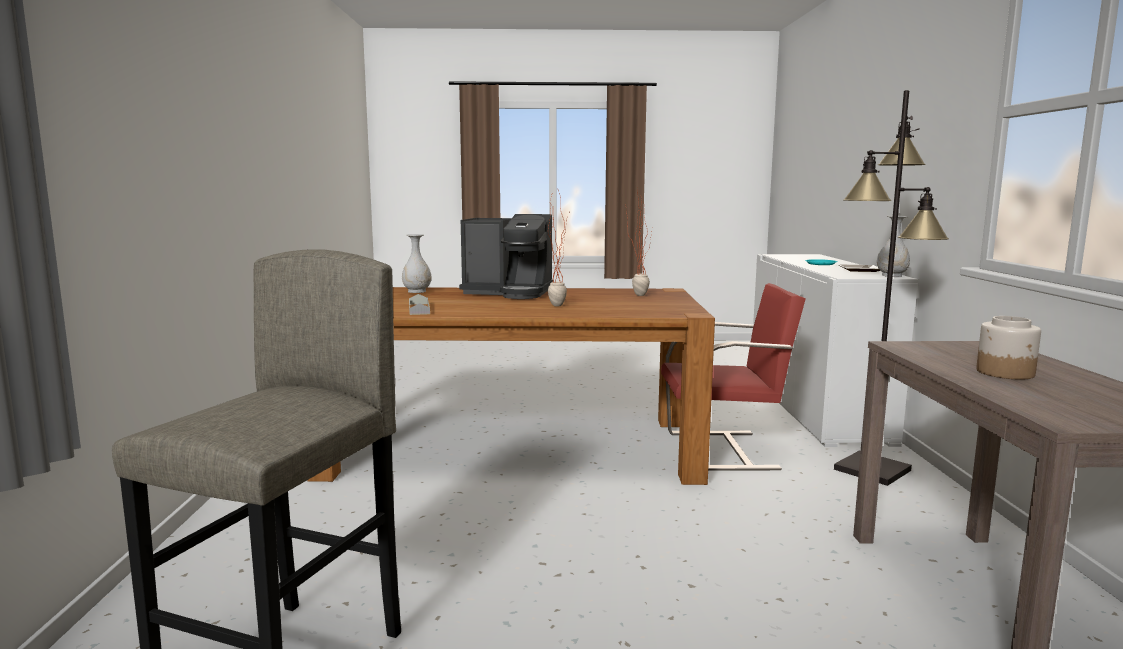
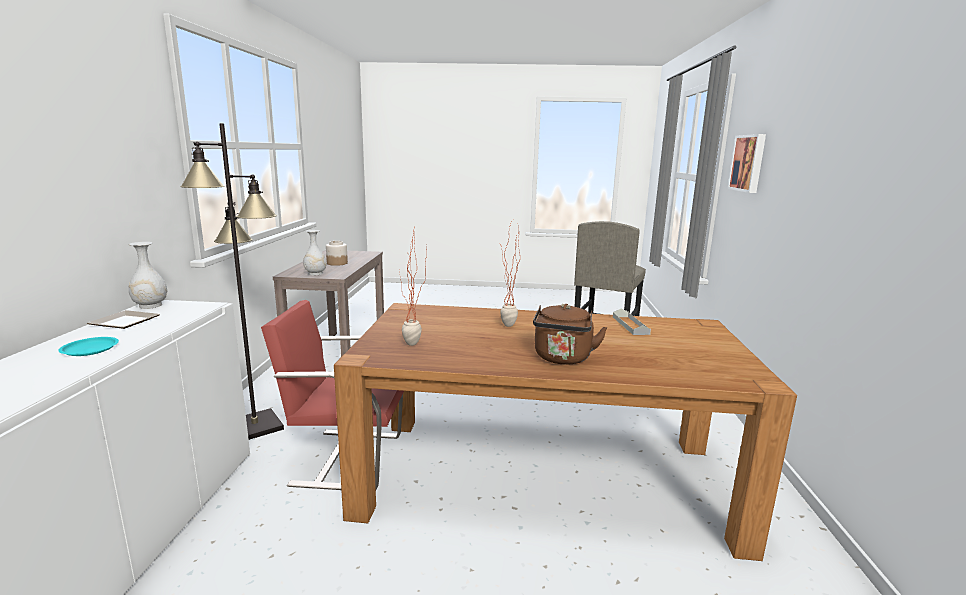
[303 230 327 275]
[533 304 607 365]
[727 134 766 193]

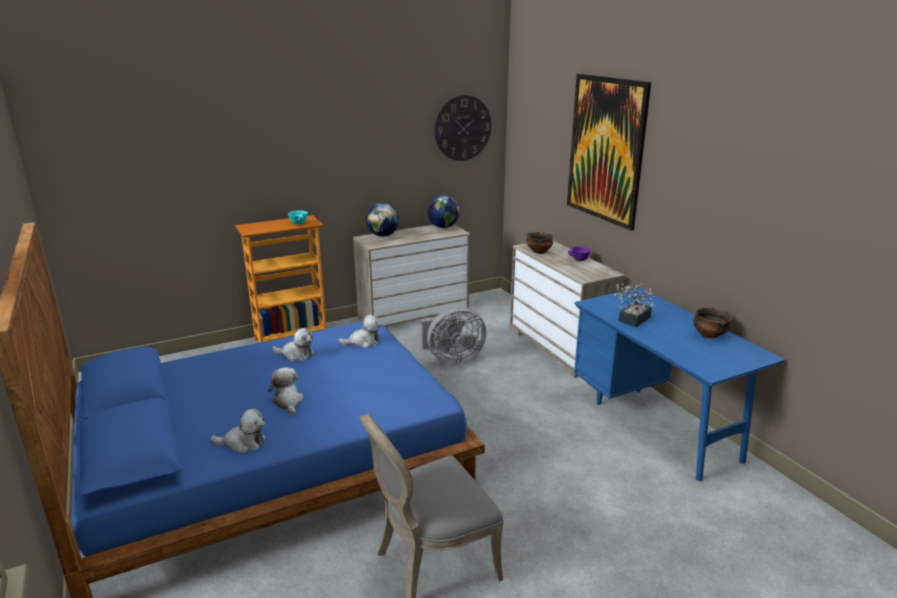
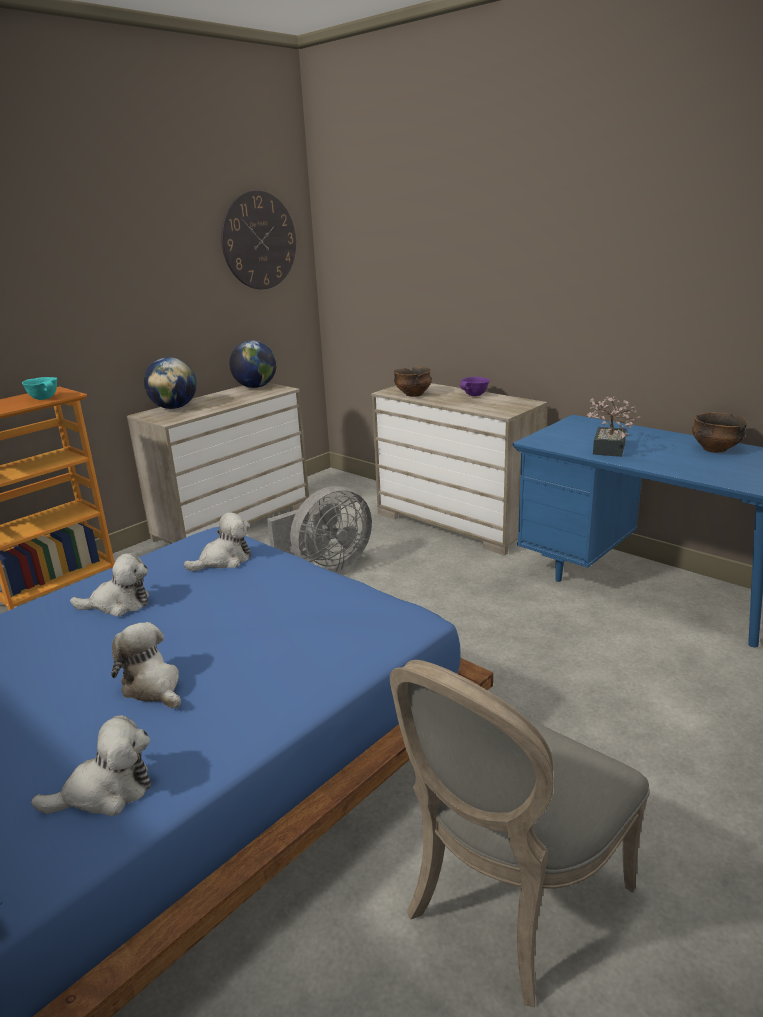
[567 74 651 231] (first image)

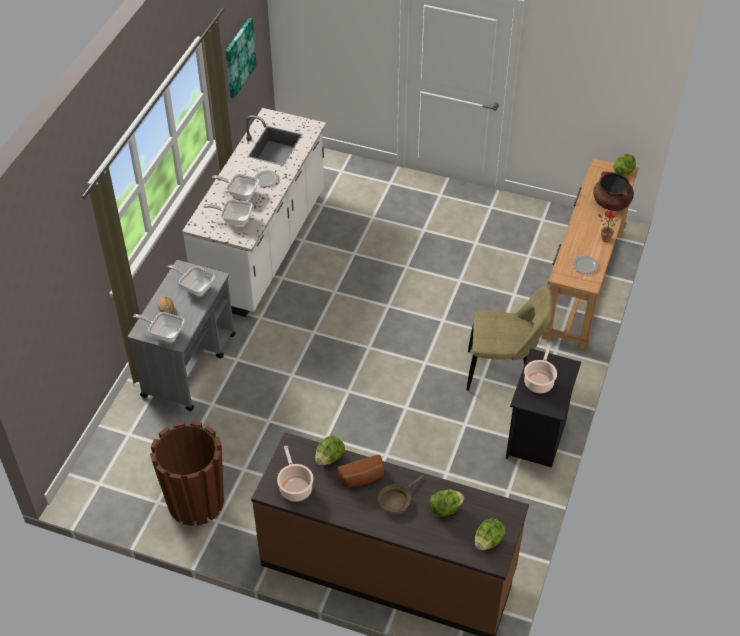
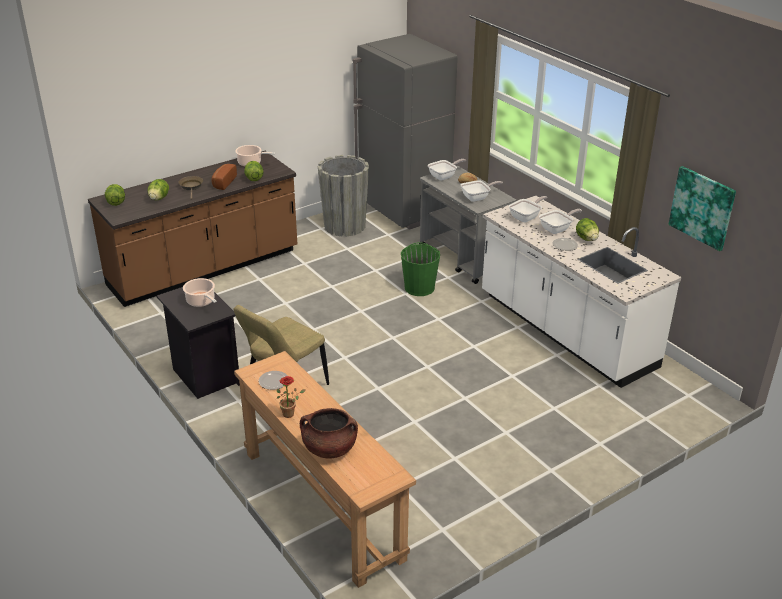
[318 155 369 237]
[576 218 599 241]
[353 34 458 230]
[401 242 440 296]

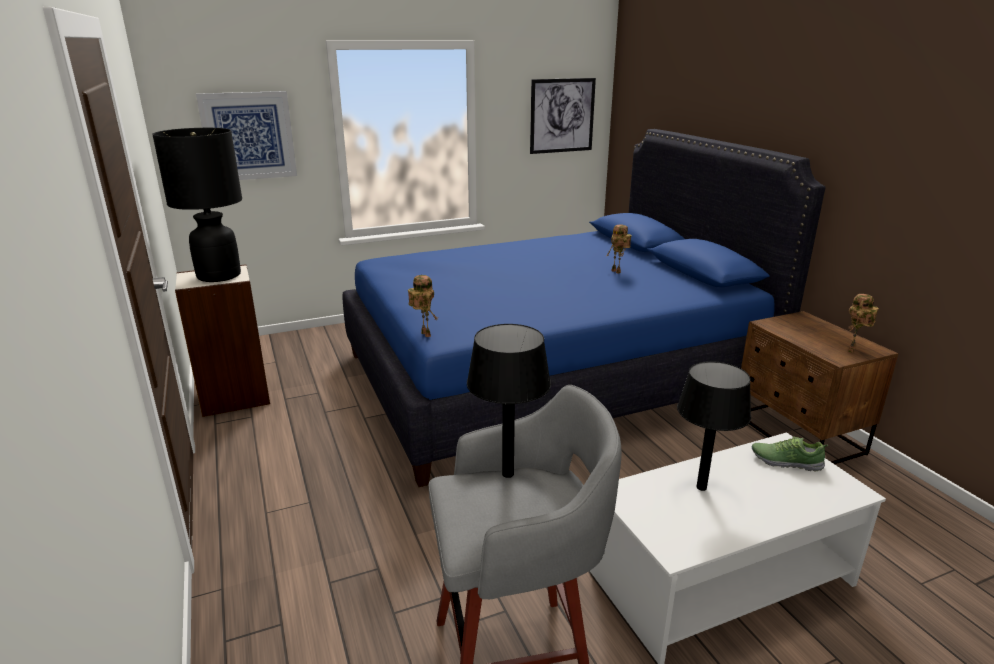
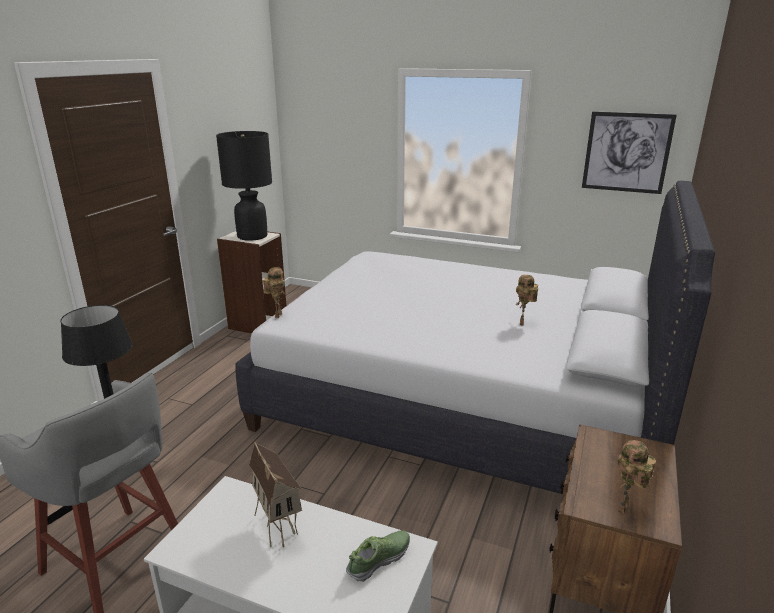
[196 91 297 180] (first image)
[235 181 715 494]
[249 442 302 547]
[346 530 410 582]
[617 440 656 514]

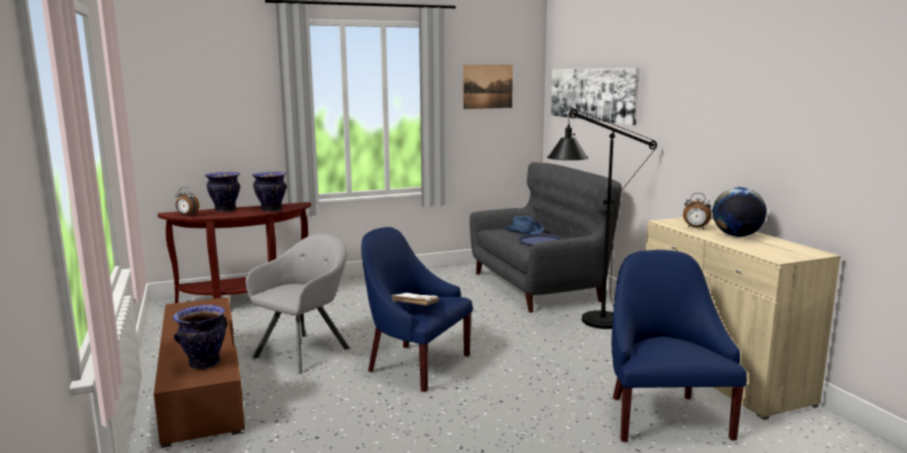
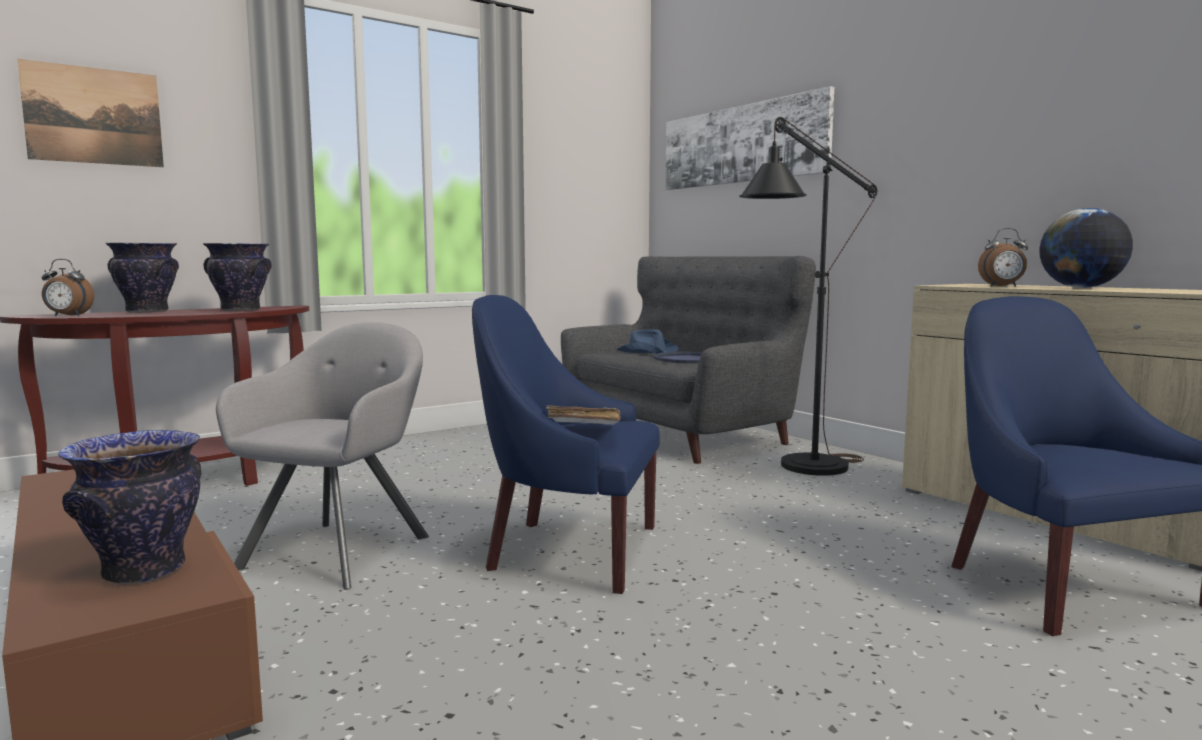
[17 59 164 167]

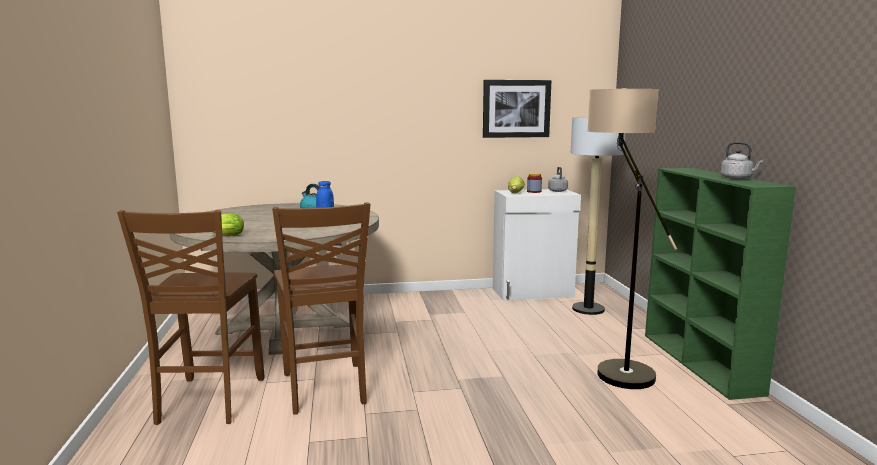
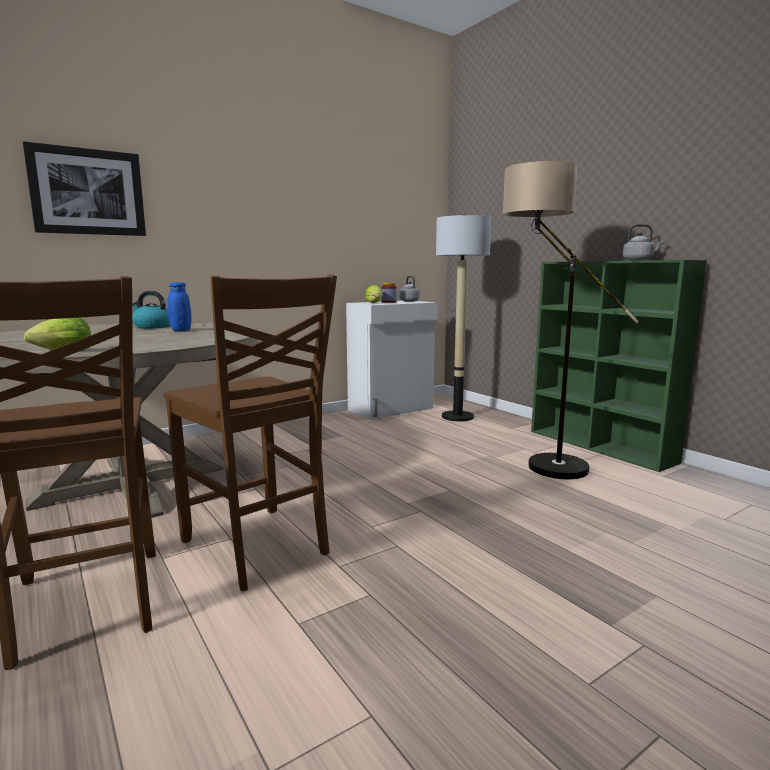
[23 141 146 236]

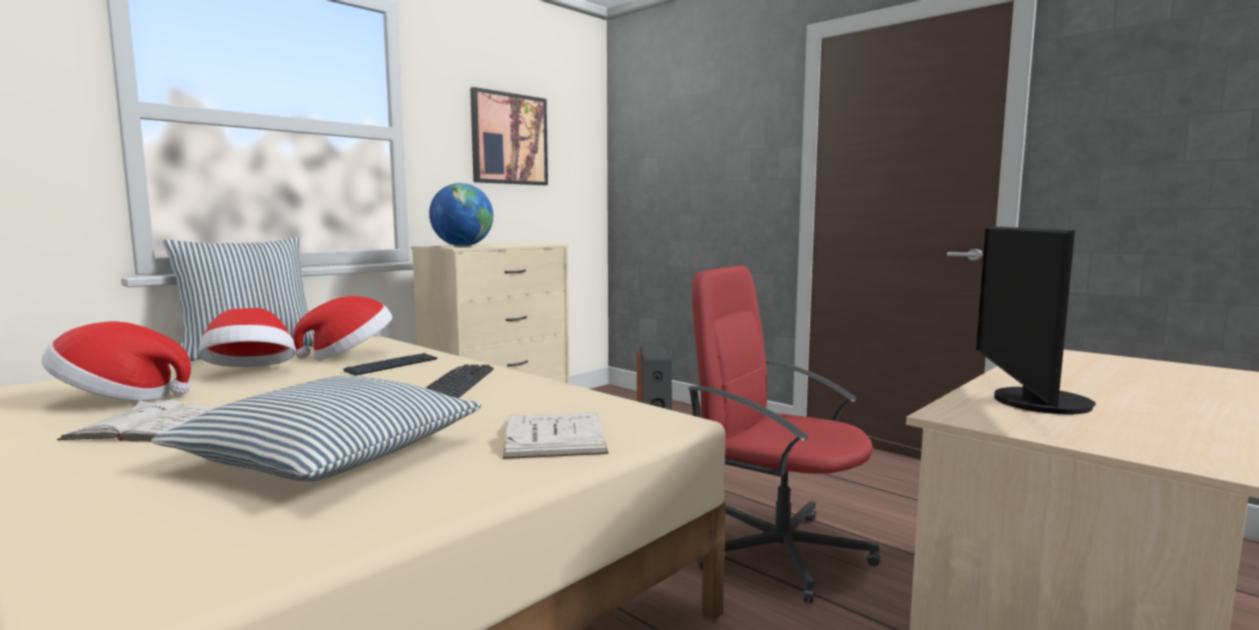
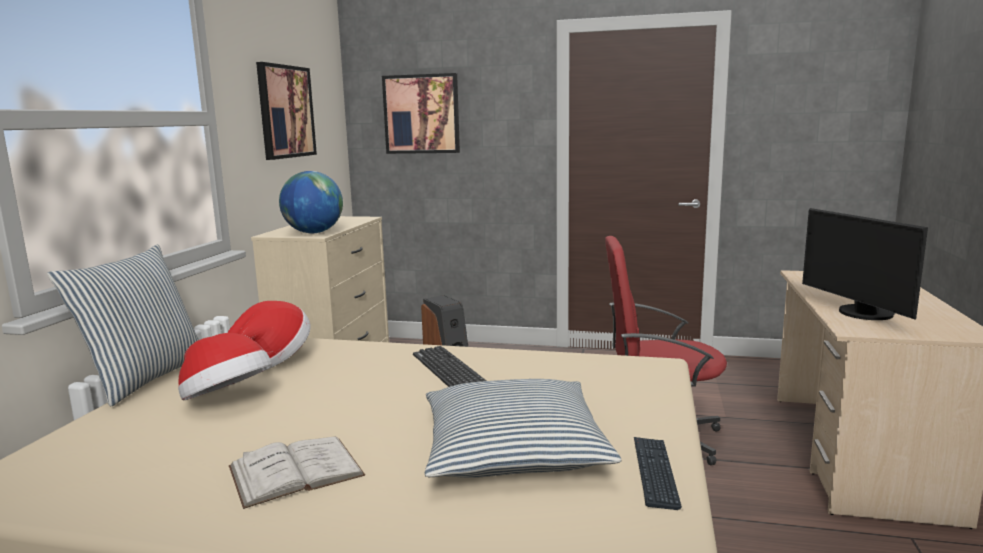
[42 321 191 401] (first image)
[634 437 682 510]
[503 412 608 459] (first image)
[382 73 460 154]

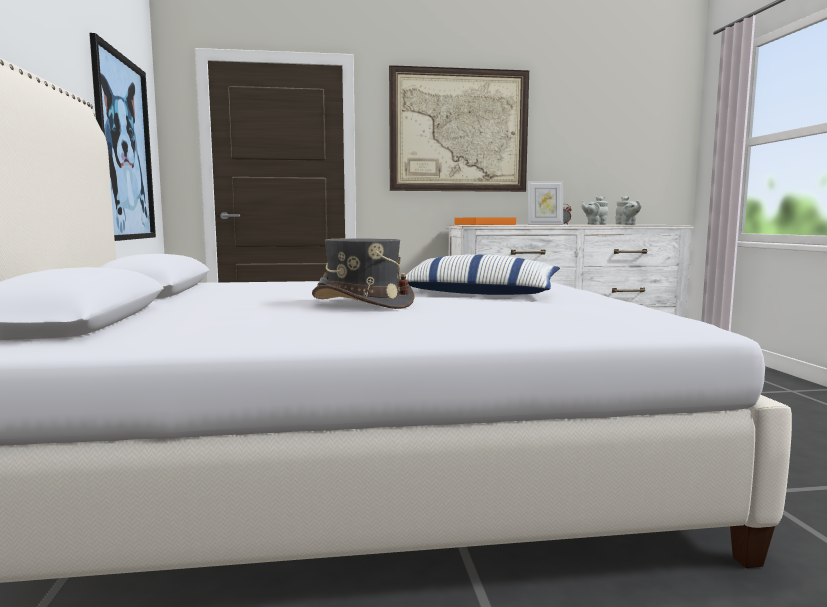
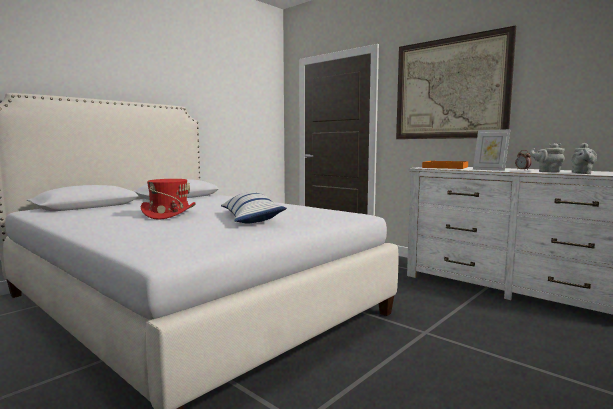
[89 33 156 241] (first image)
[141 179 195 220]

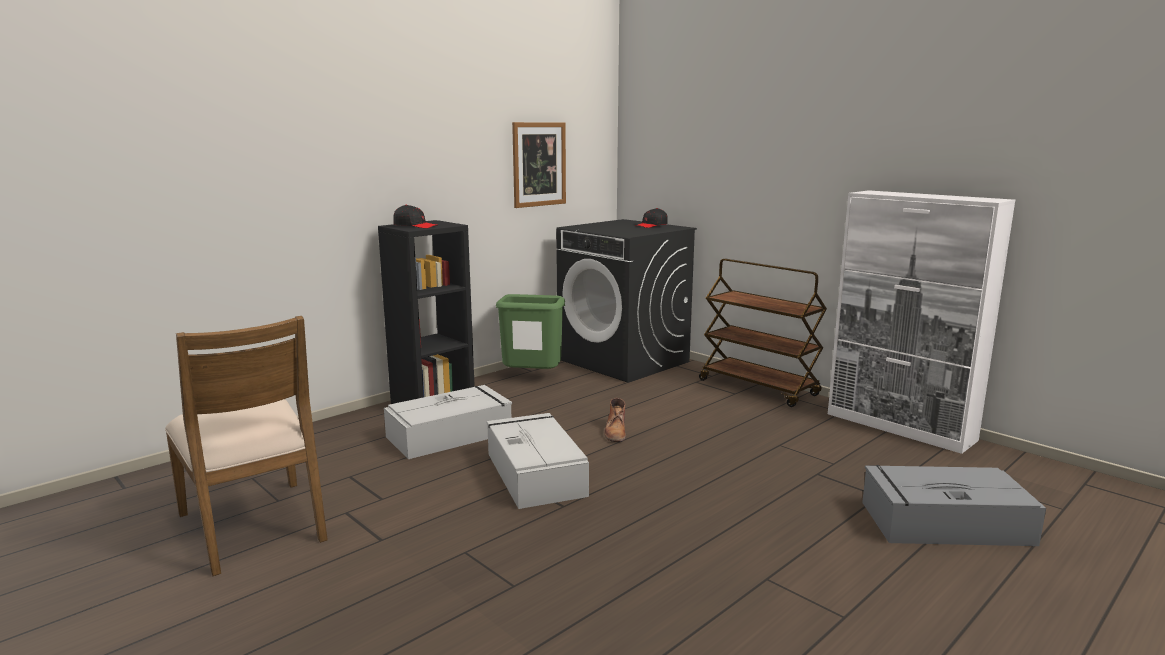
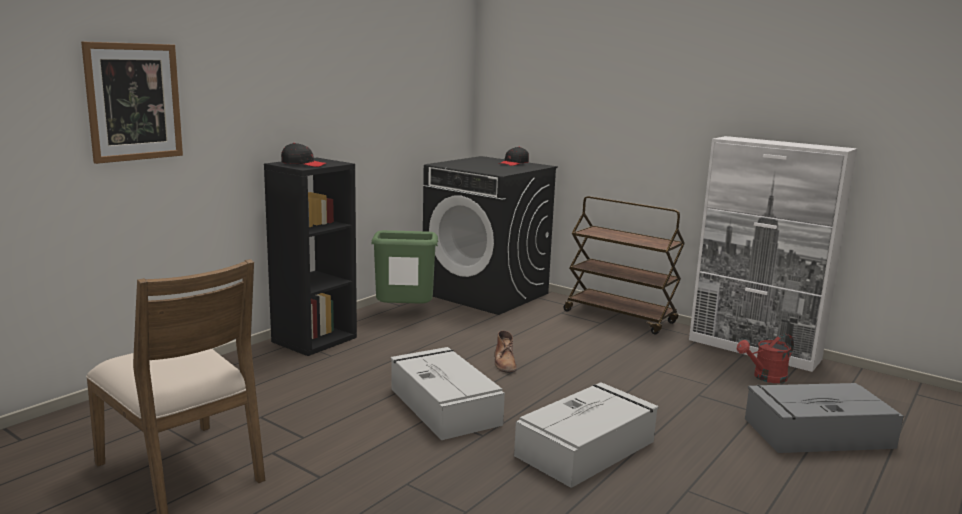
[514 382 659 488]
[81 41 183 164]
[737 334 794 383]

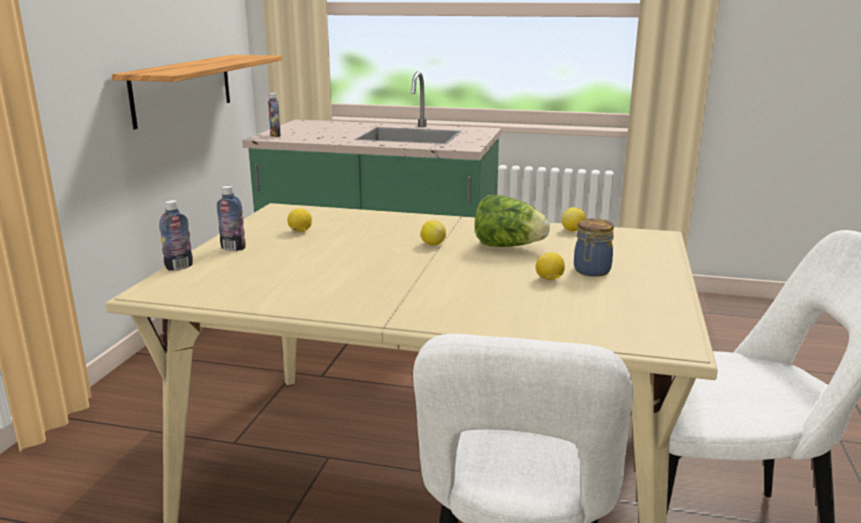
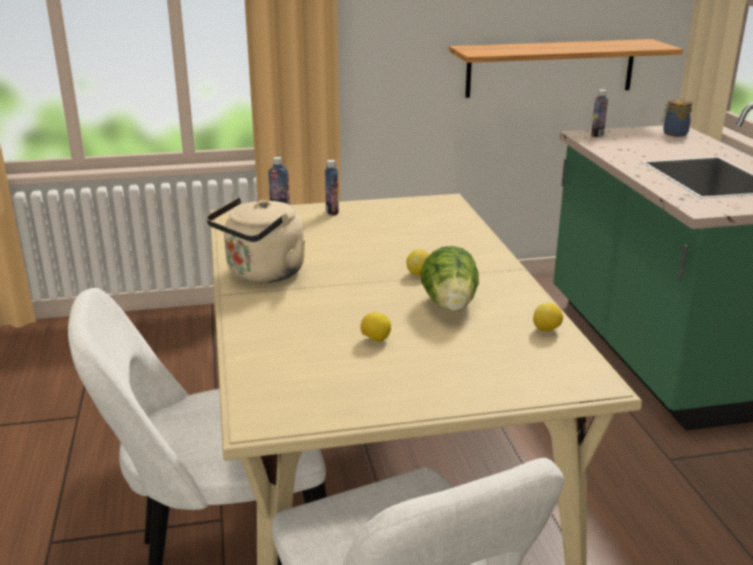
[287 208 312 232] (first image)
[662 99 692 137]
[206 197 305 283]

